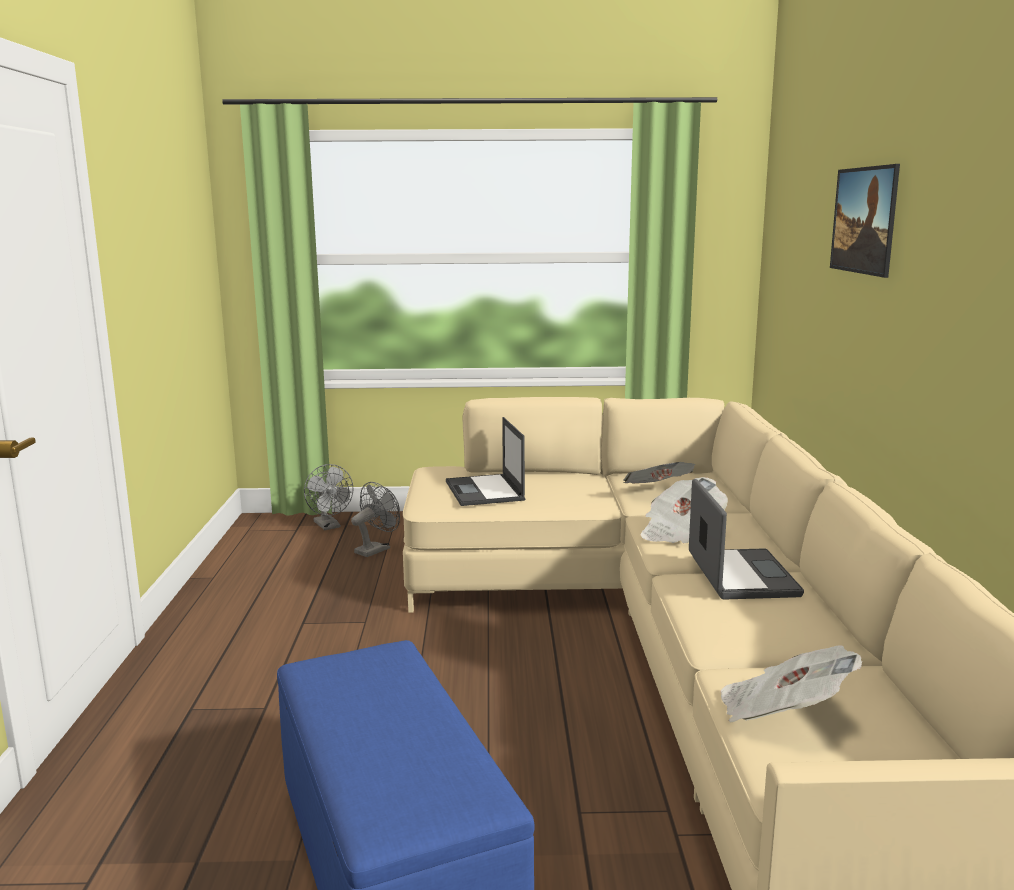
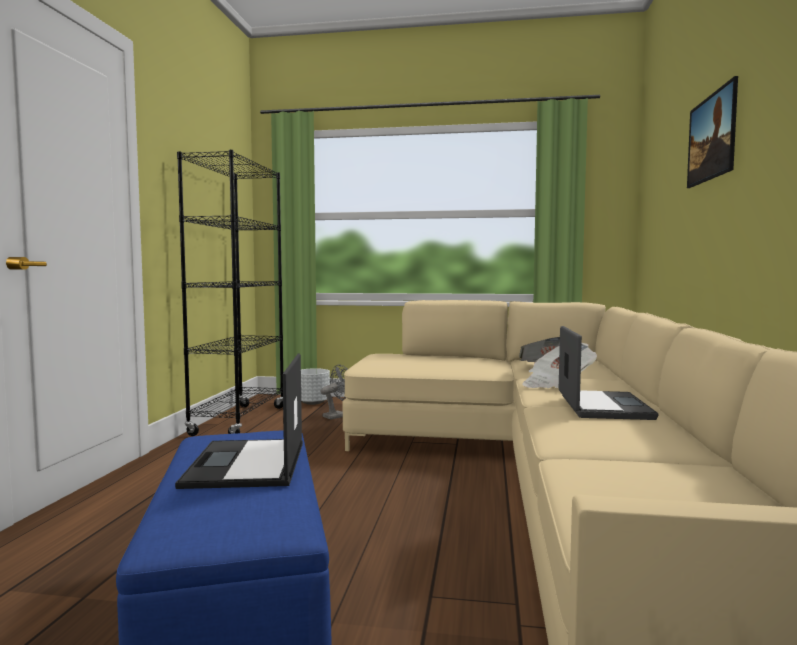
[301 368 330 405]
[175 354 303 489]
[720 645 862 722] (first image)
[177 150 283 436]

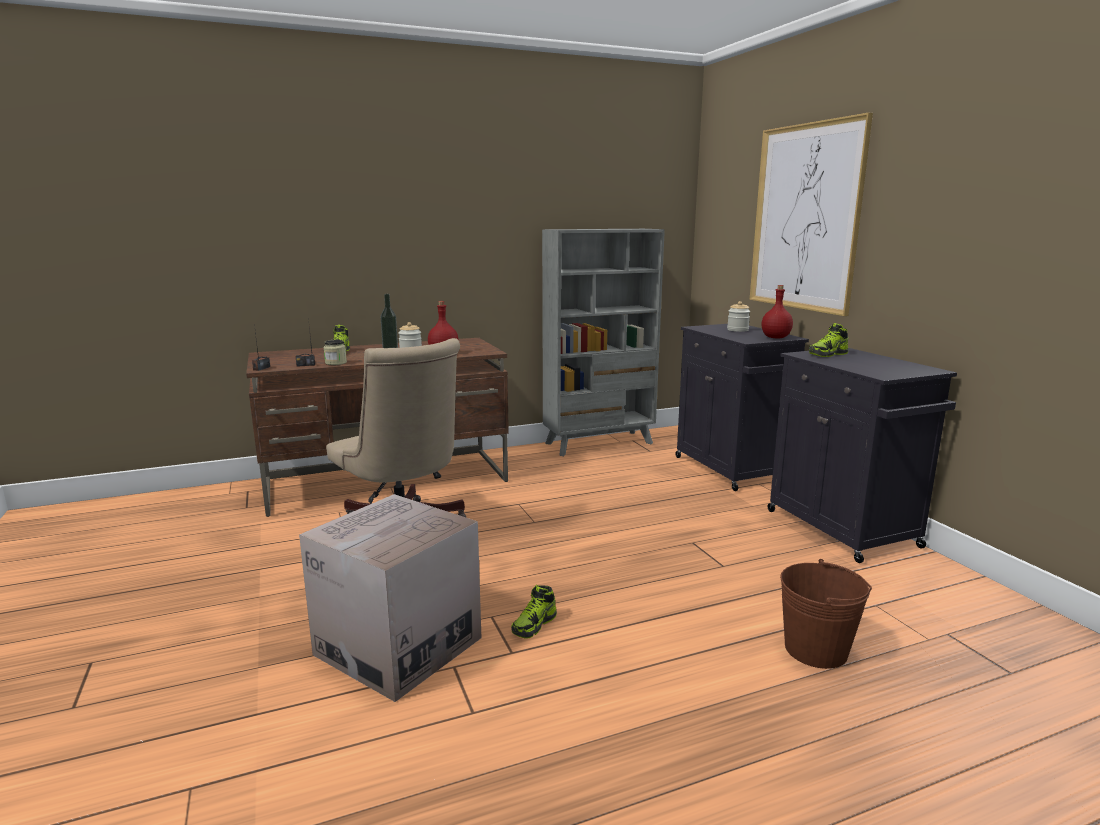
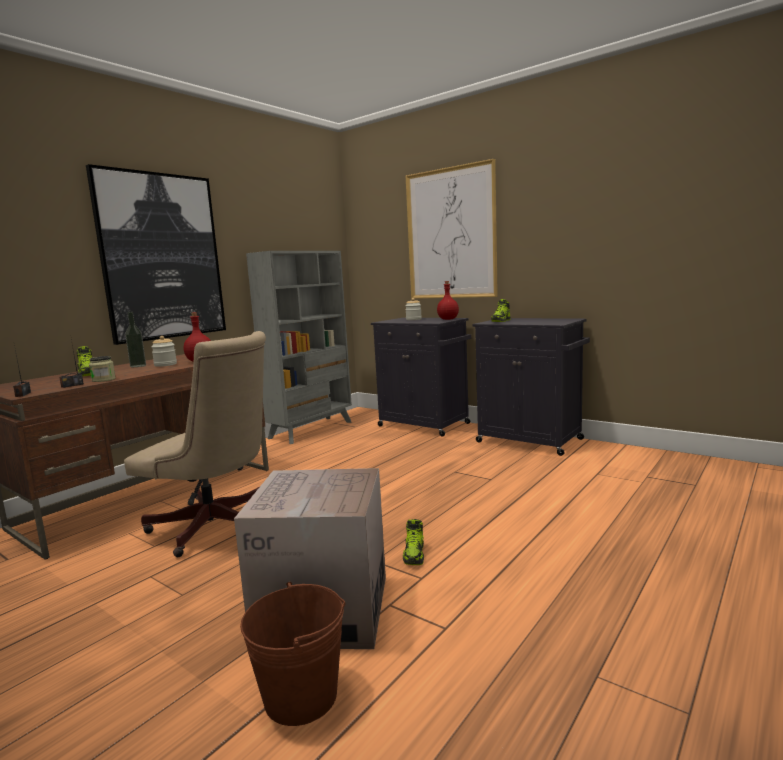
[240 582 345 726]
[86 164 226 345]

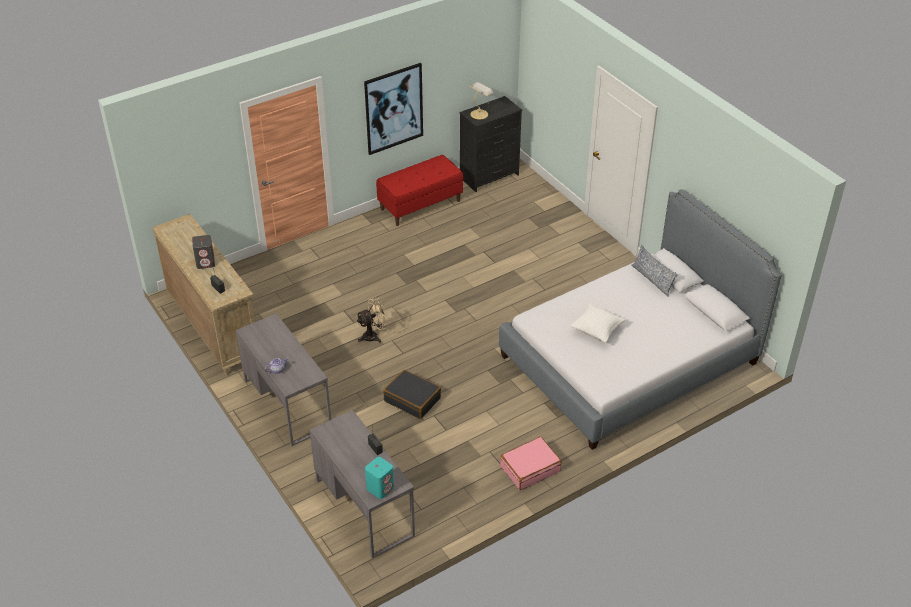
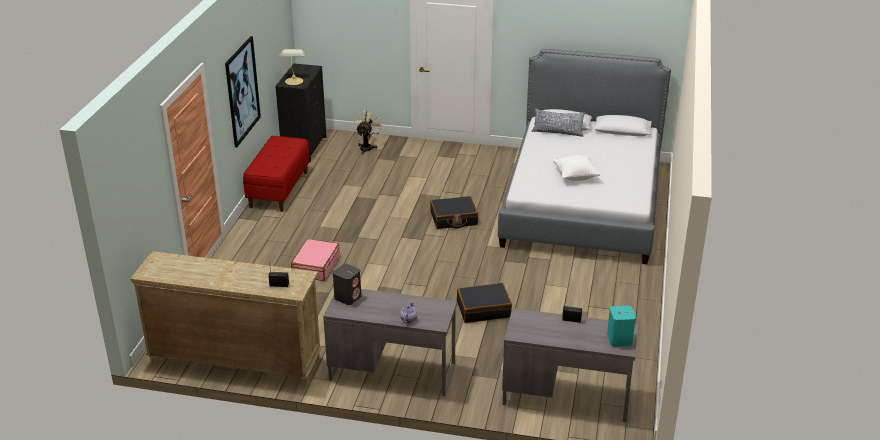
[333 264 361 305]
[354 109 383 154]
[291 239 340 281]
[430 196 478 229]

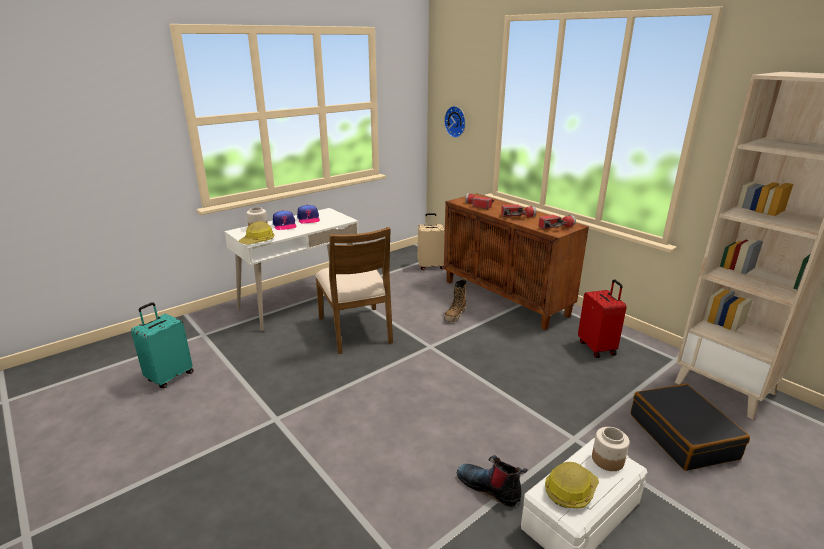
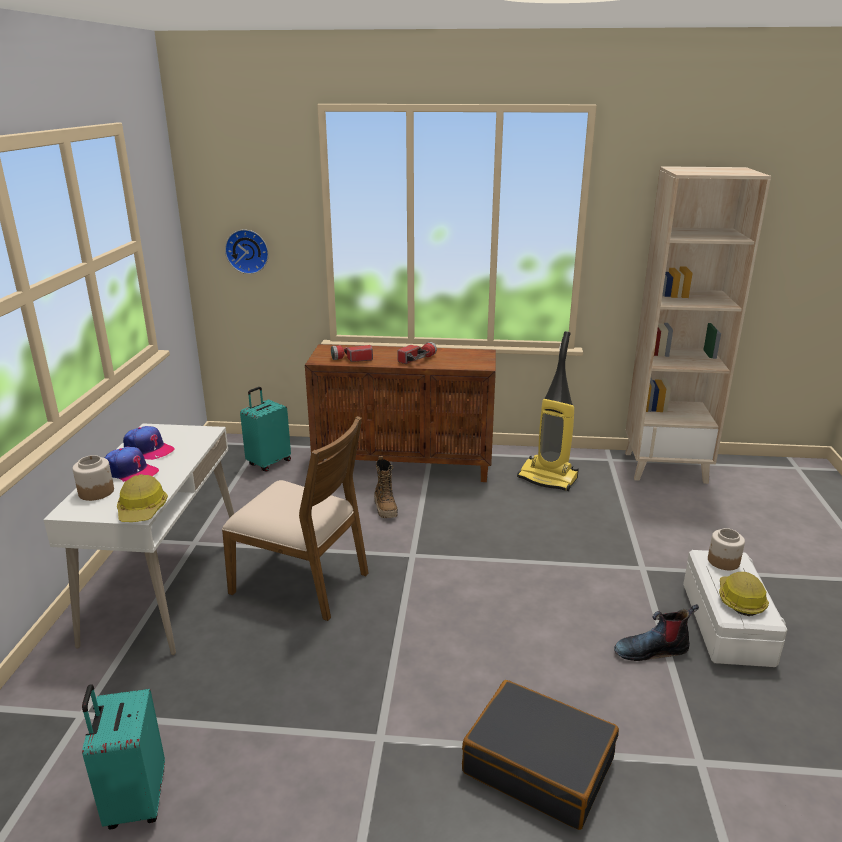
[240 387 291 472]
[539 215 576 230] (first image)
[517 331 579 491]
[462 680 619 830]

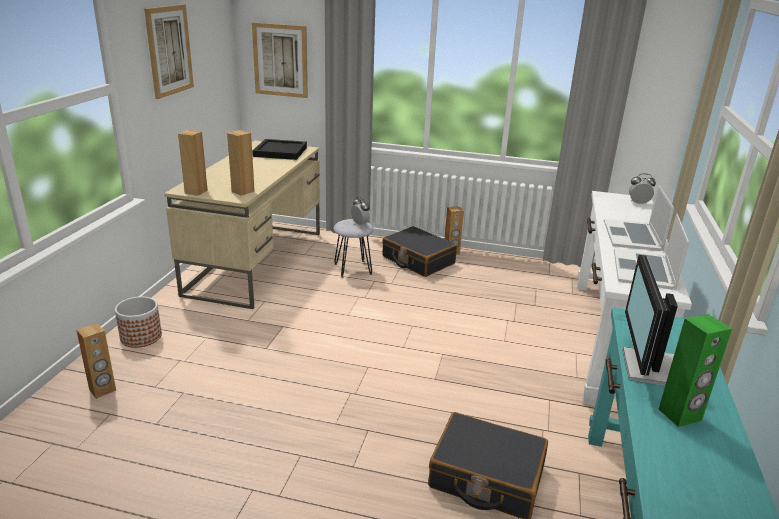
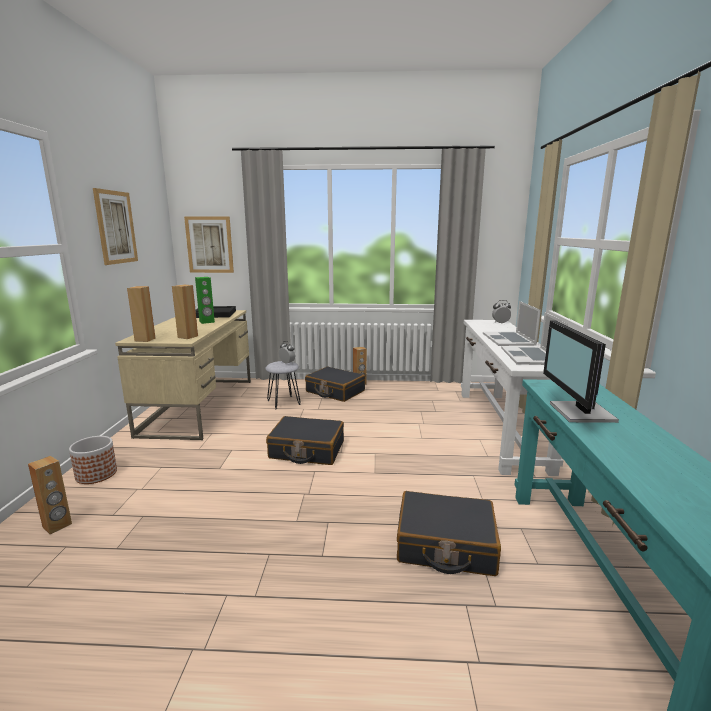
[195 277 215 324]
[266 416 344 465]

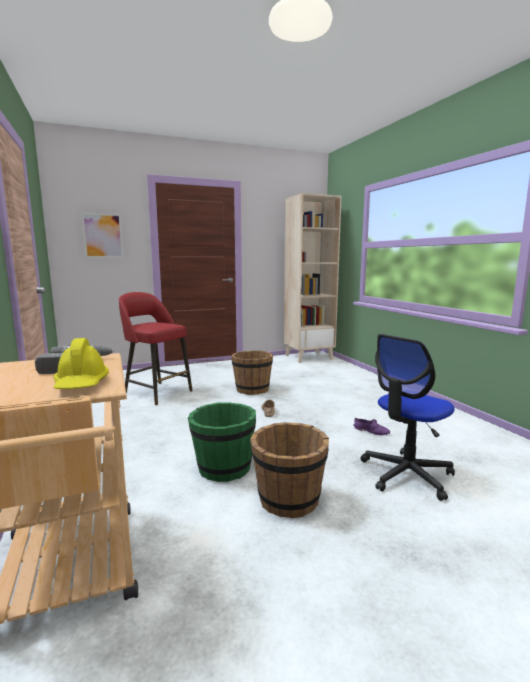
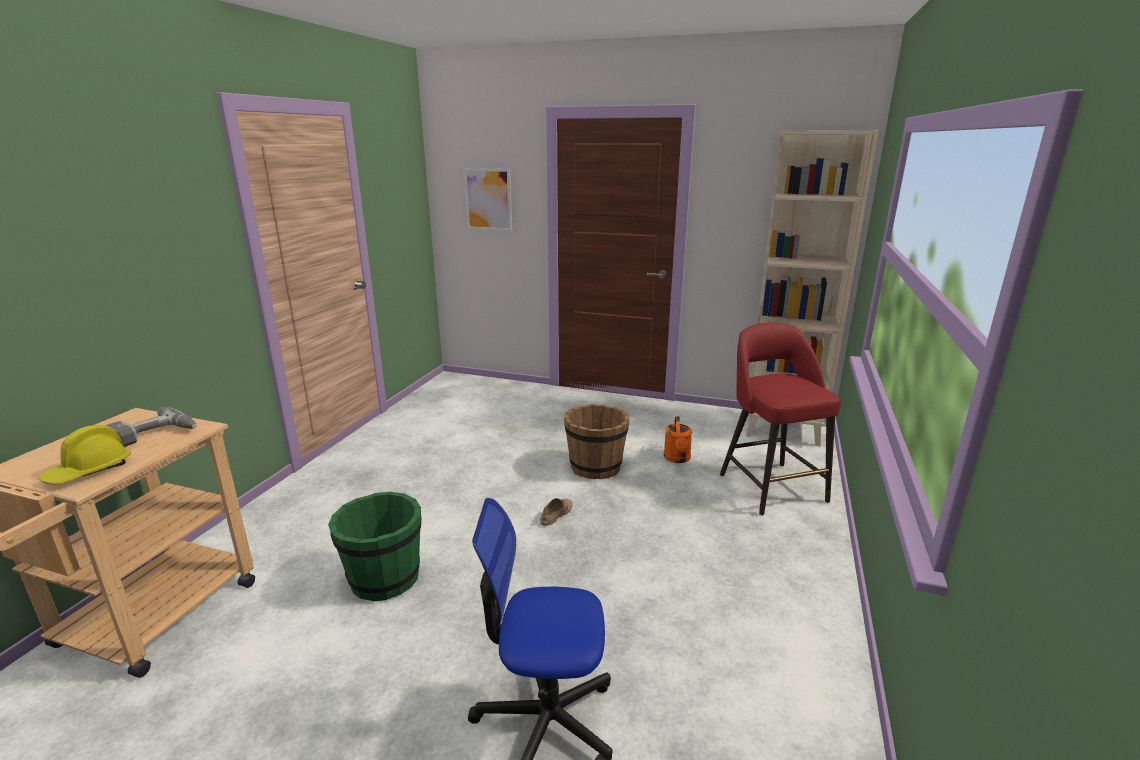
[720 322 841 515]
[250 422 329 518] (first image)
[353 418 390 435] (first image)
[664 416 692 463]

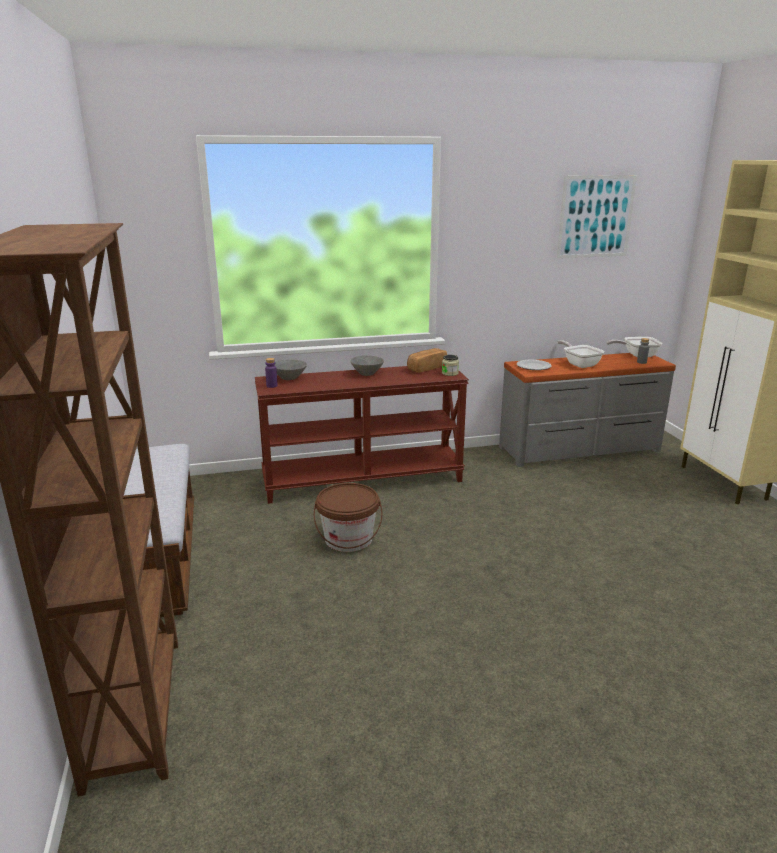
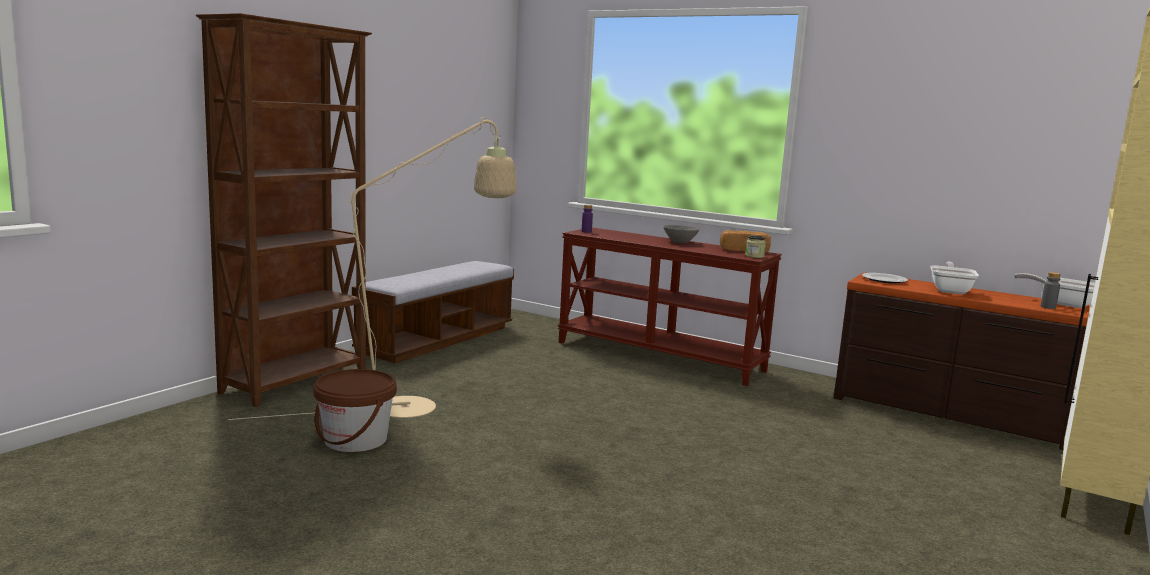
[274 360 307 380] (first image)
[313 369 397 452]
[834 273 1090 450]
[557 175 637 258] (first image)
[228 117 517 420]

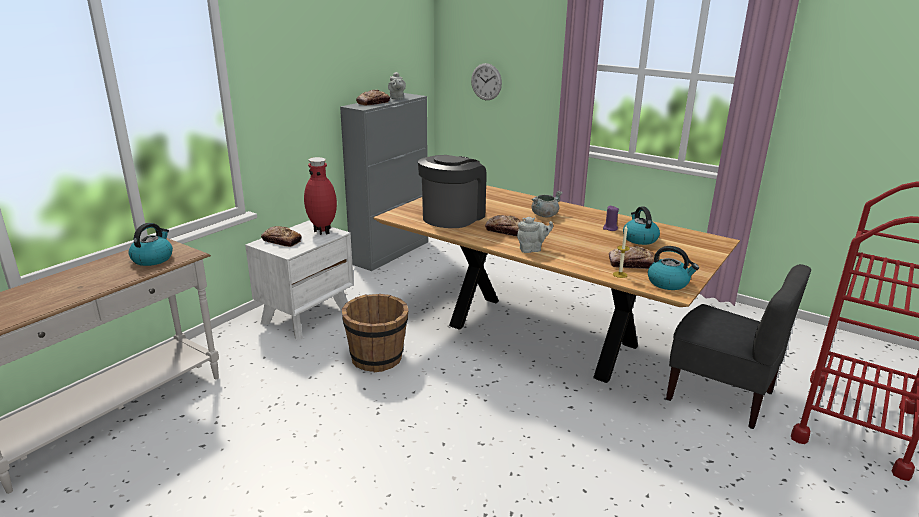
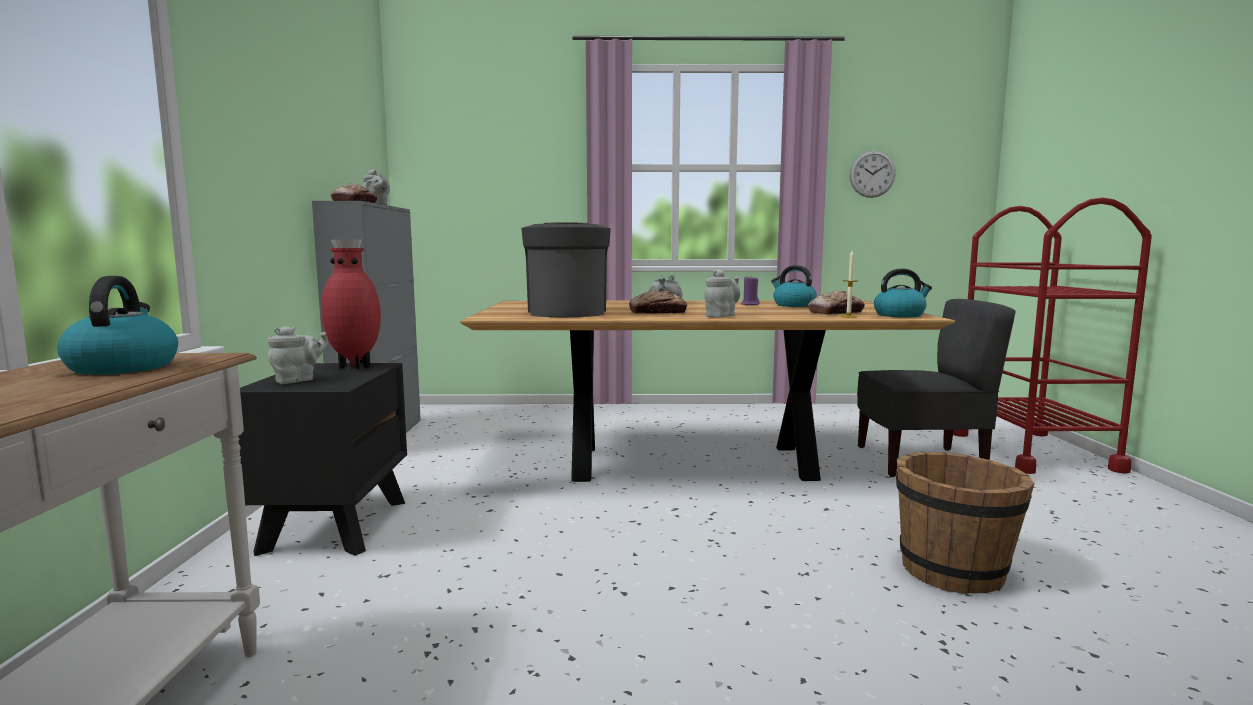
[238 363 407 556]
[267 326 328 384]
[896 452 1035 594]
[849 150 896 198]

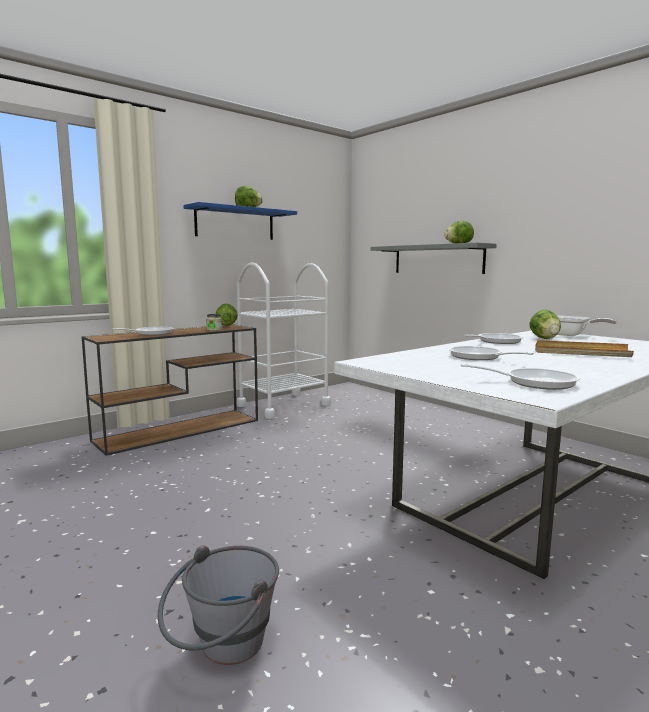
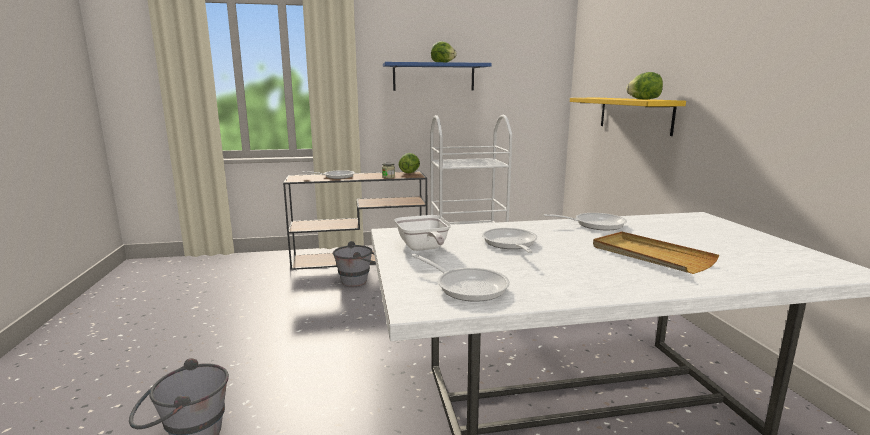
[570 98 686 136]
[529 310 561 339] (first image)
[394 215 451 251]
[333 241 376 286]

